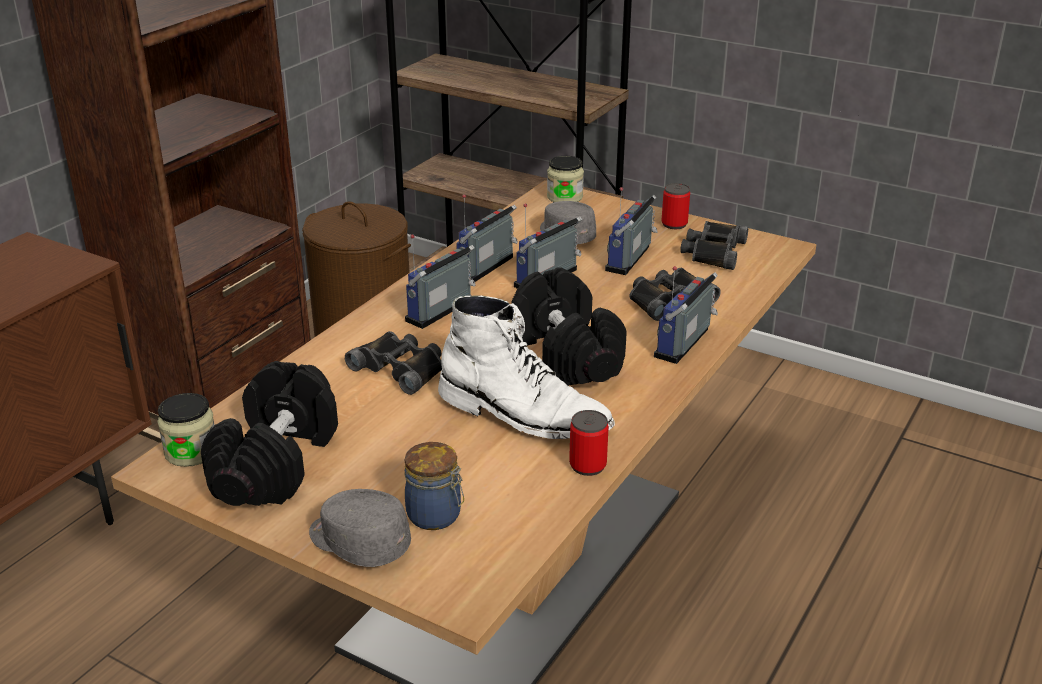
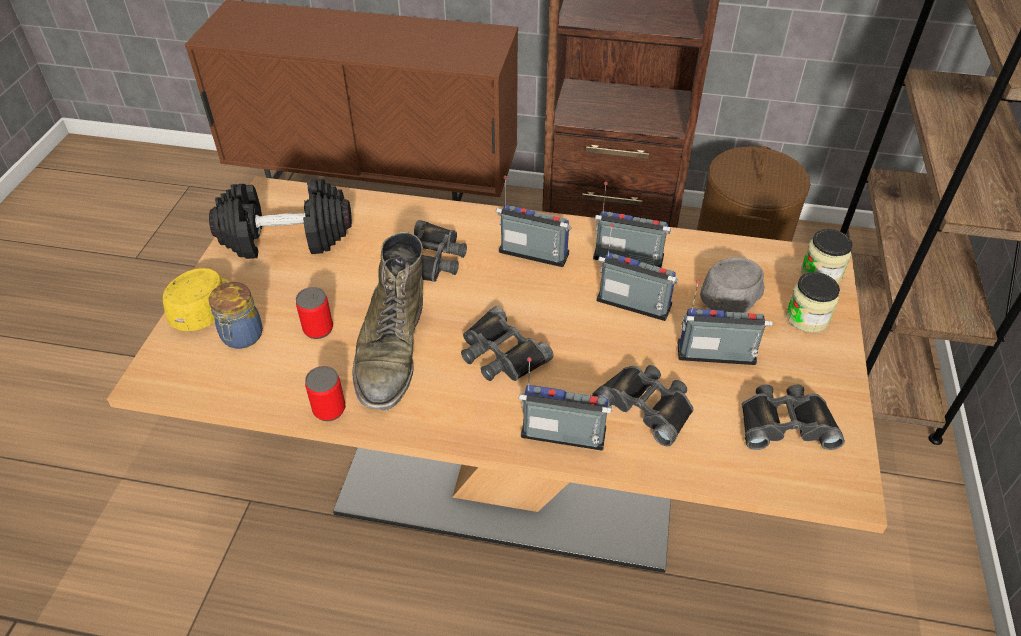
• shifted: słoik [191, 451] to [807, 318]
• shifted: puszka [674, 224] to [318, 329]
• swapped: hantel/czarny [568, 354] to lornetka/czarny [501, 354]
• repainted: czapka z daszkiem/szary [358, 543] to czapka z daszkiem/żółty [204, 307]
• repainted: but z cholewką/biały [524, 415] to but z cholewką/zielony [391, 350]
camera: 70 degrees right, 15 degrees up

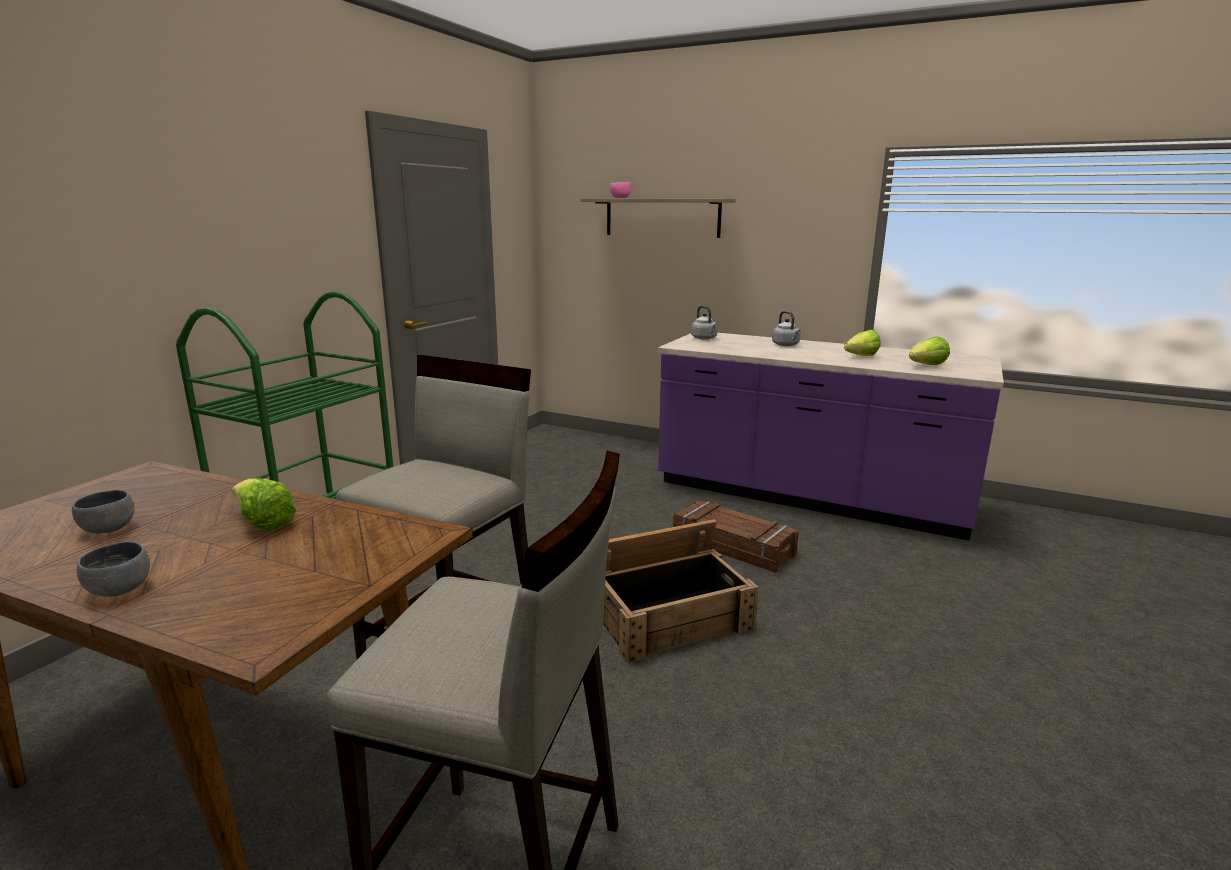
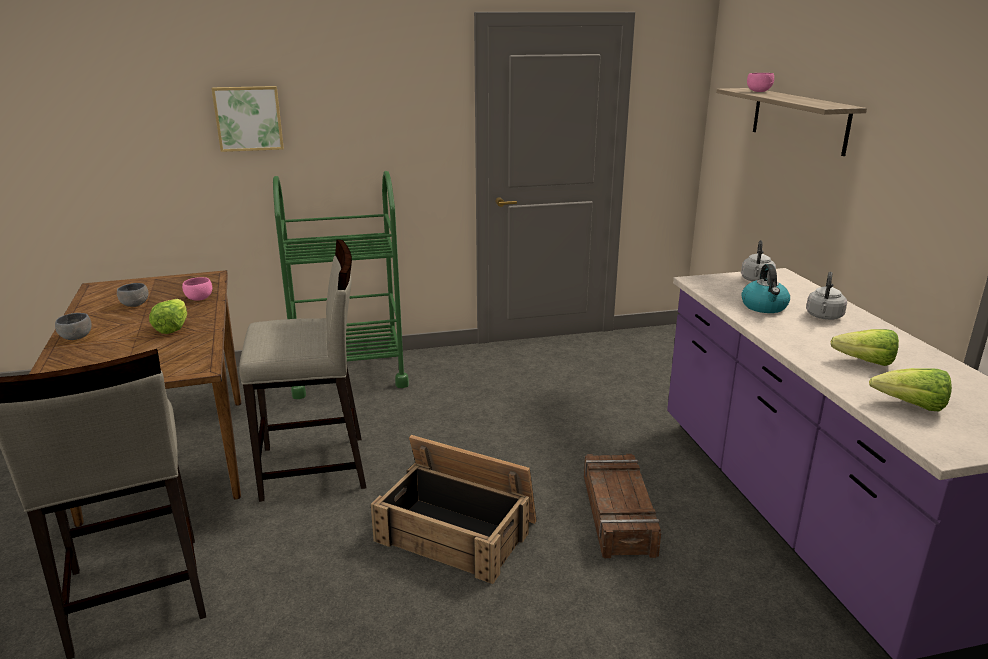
• new: miska/różowy [198, 299]
• new: obraz [248, 118]
• new: czajnik [764, 307]
camera: 50 degrees right, 5 degrees up

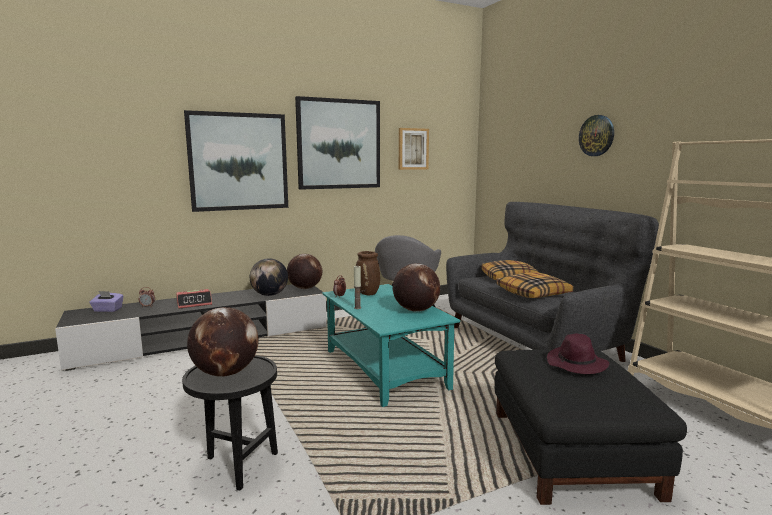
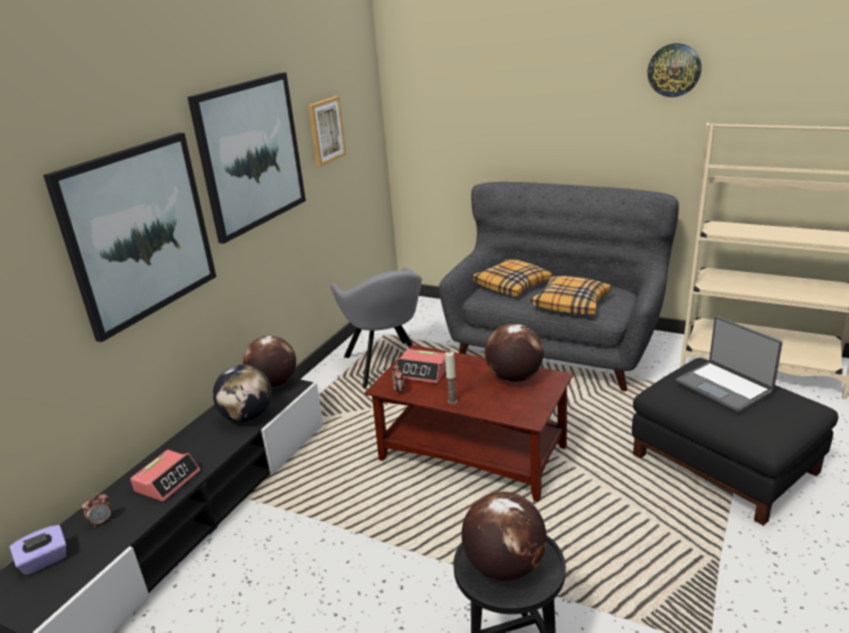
• shifted: zegar ścienny [596, 135] to [674, 70]
• swapped: wazon/brązowy [368, 294] to budzik [422, 372]
• swapped: kapelusz/fioletowy [577, 364] to laptop [724, 387]
• repainted: ława/turkusowy [385, 370] to ława/brązowy [474, 453]
camera: 35 degrees left, 15 degrees up

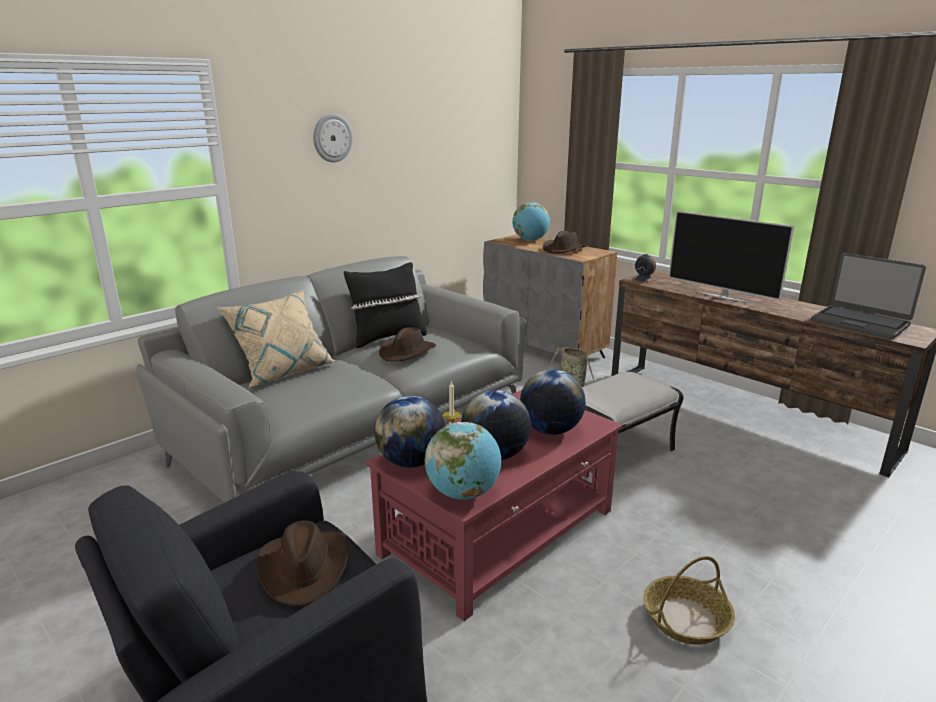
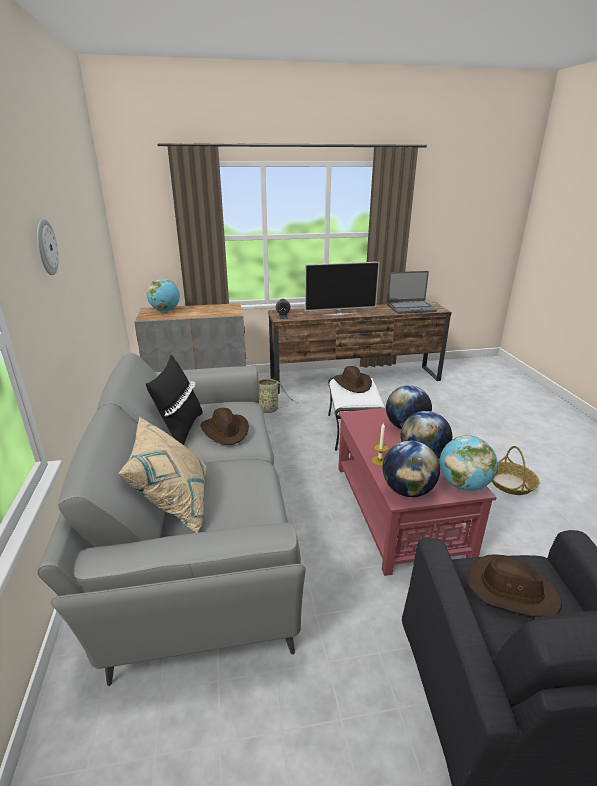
• shifted: kapelusz/brązowy [564, 249] to [353, 384]
camera: 55 degrees left, 5 degrees up

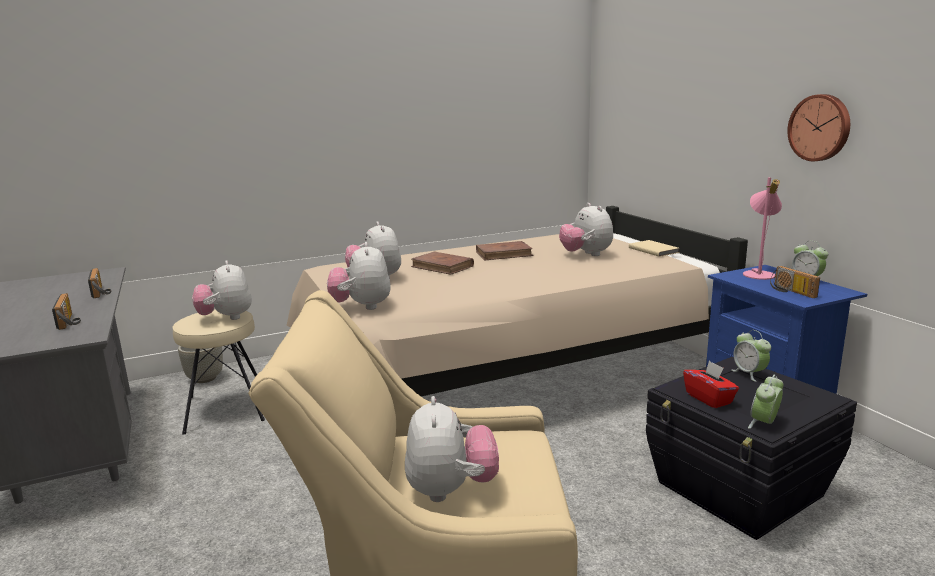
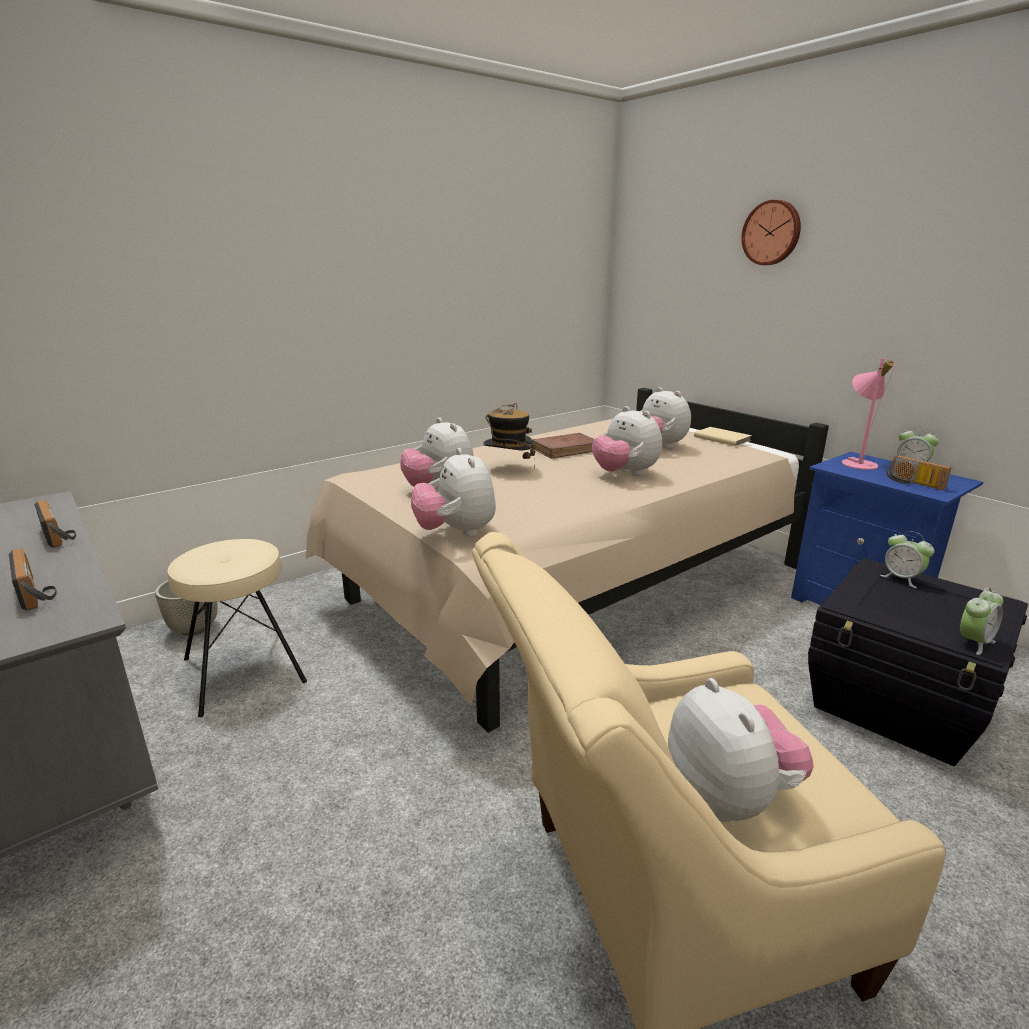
• gone: pudełko chusteczek/czerwony [709, 398]
• shifted: pluszak [226, 317] to [625, 474]
• shifted: zegar ścienny [820, 127] to [772, 233]
• swapped: książka/brązowy [442, 266] to kapelusz [509, 469]
• rotated: budzik [764, 423] = [974, 642] 150 degrees counterclockwise
camera: 15 degrees left, 5 degrees up

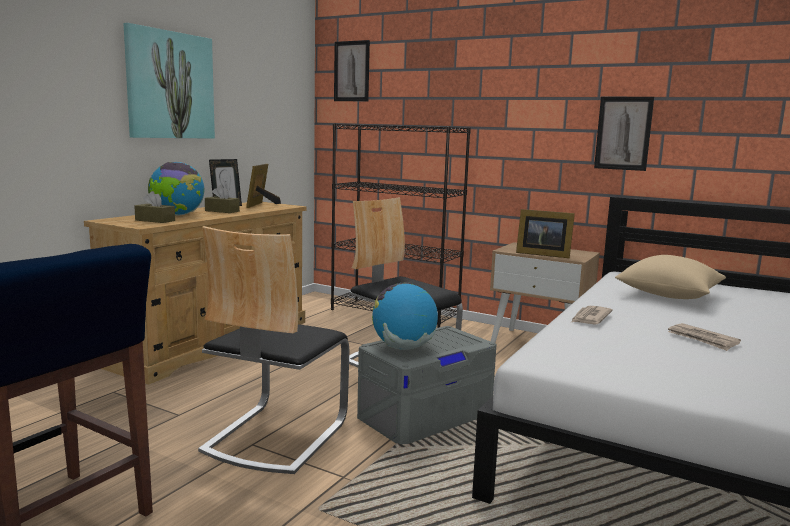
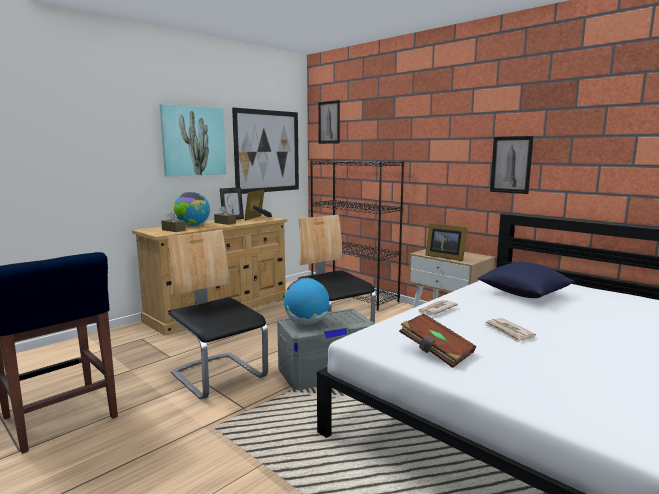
• new: obraz [267, 151]
• new: książka/brązowy [436, 352]
• repainted: poduszka/beżowy [668, 295] to poduszka/niebieski [523, 294]
• rotated: krzesło [275, 435] = [219, 375] 105 degrees clockwise
camera: 15 degrees right, 0 degrees up

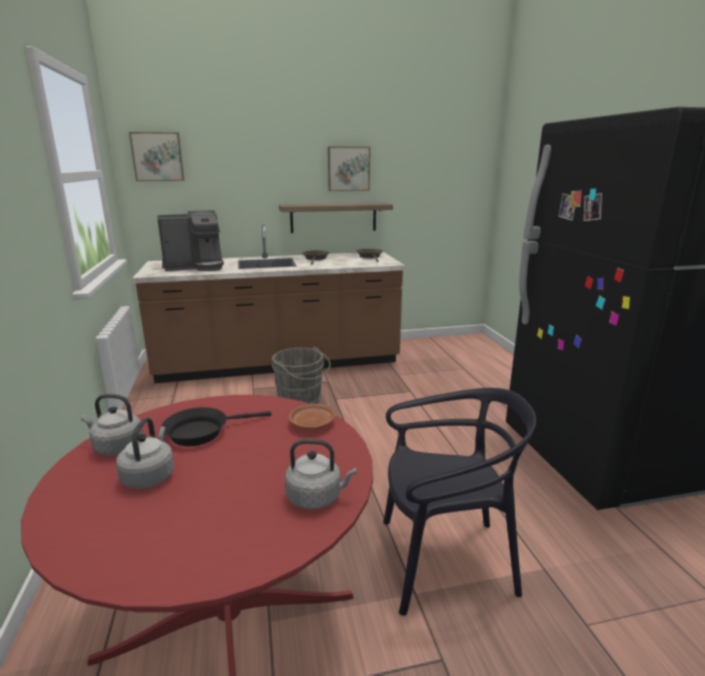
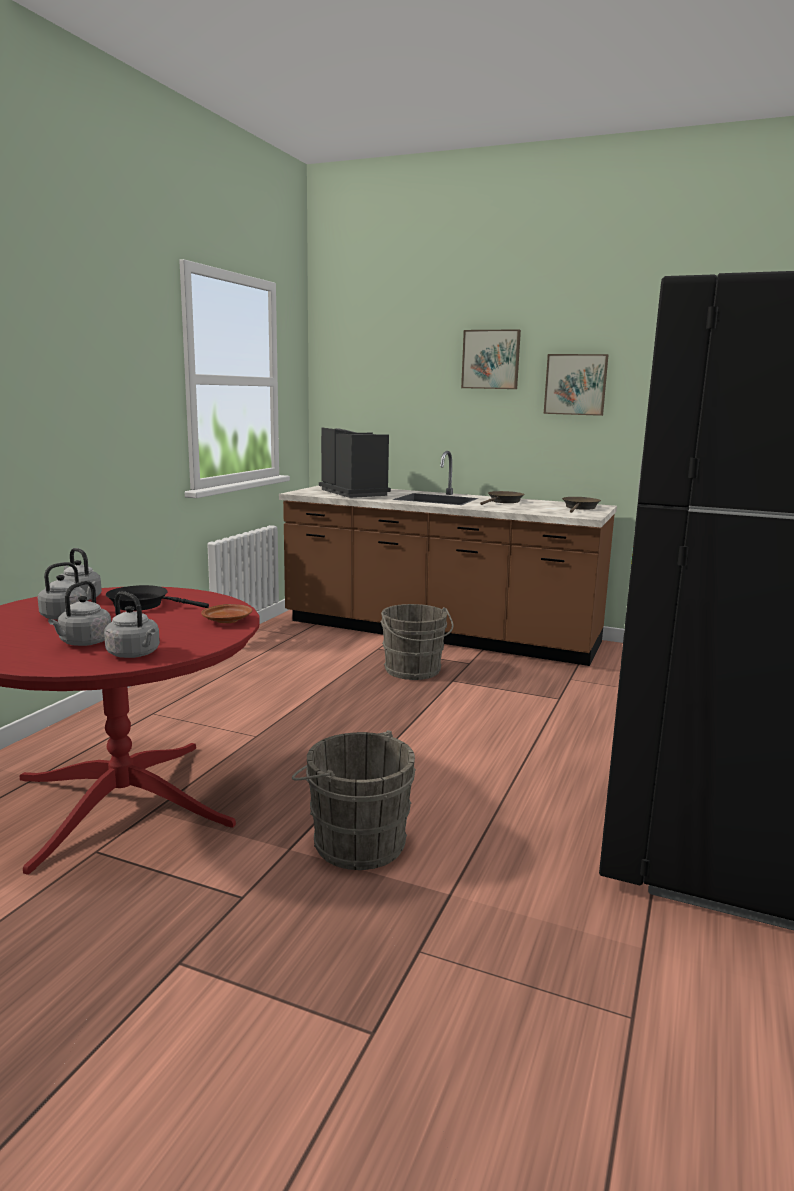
• gone: półka [333, 217]
• new: czajnik/szary [83, 643]
• shifted: obraz [157, 157] to [491, 359]
• swapped: krzesło/czarny [445, 560] to wiadro/szary [354, 841]
• rotated: ekspres do kawy [195, 267] = [355, 493] 135 degrees counterclockwise
camera: 35 degrees right, 5 degrees down

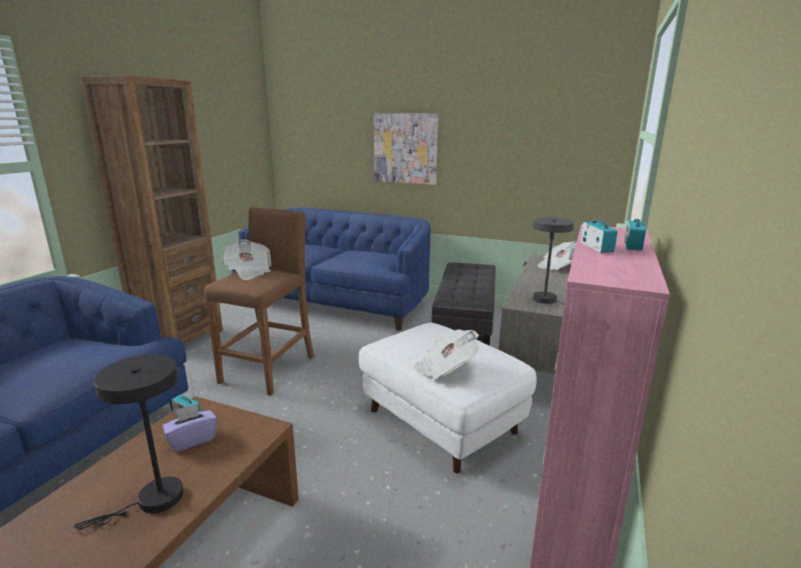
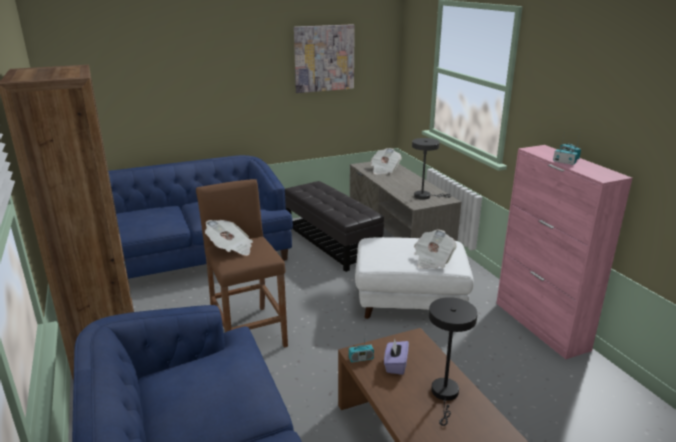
• shifted: obraz [405, 148] to [324, 58]
camera: 45 degrees left, 5 degrees up

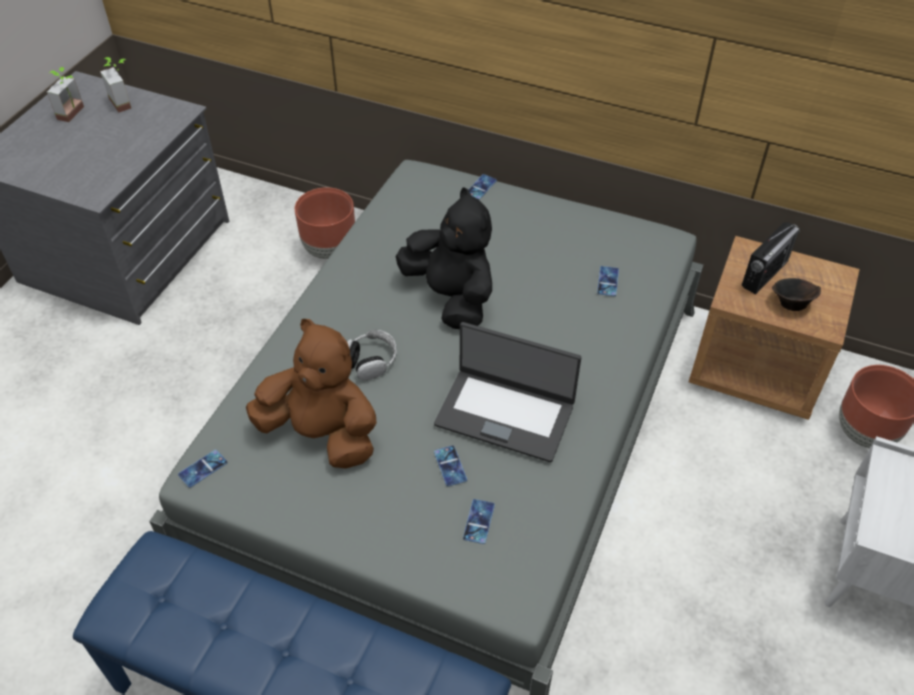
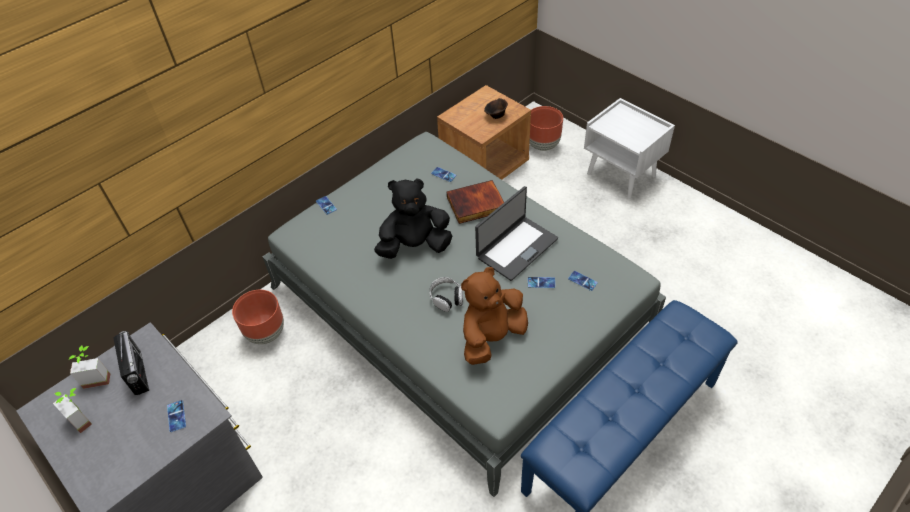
• new: książka [476, 205]
• shifted: telefon [203, 468] to [176, 416]
• shifted: radio [764, 274] to [138, 373]
camera: 65 degrees left, 0 degrees up

